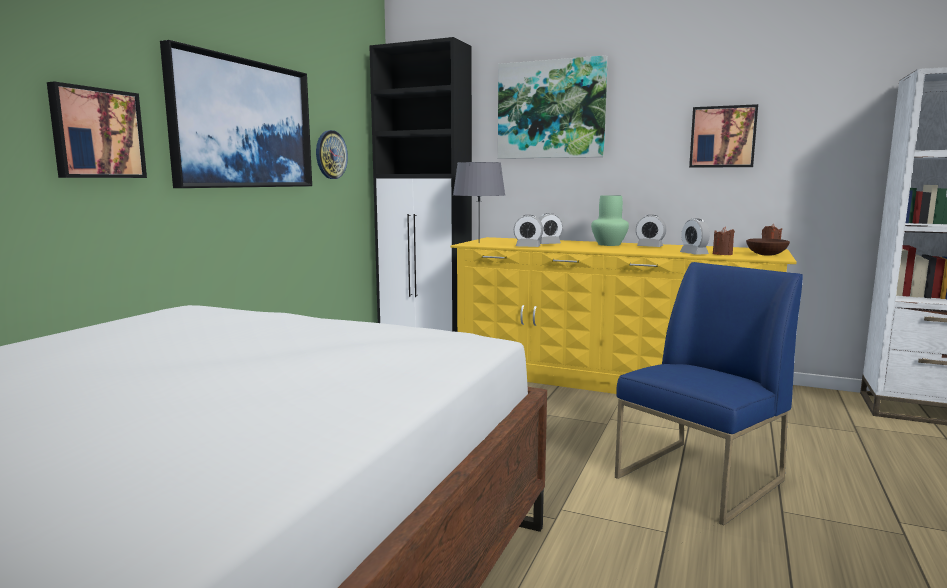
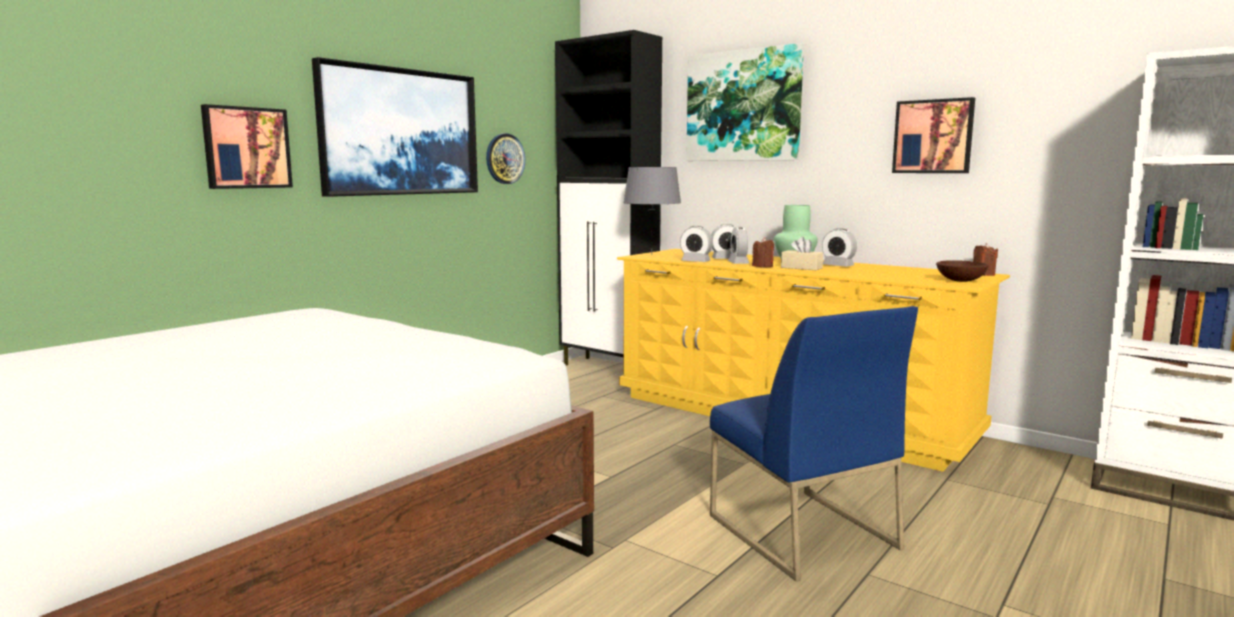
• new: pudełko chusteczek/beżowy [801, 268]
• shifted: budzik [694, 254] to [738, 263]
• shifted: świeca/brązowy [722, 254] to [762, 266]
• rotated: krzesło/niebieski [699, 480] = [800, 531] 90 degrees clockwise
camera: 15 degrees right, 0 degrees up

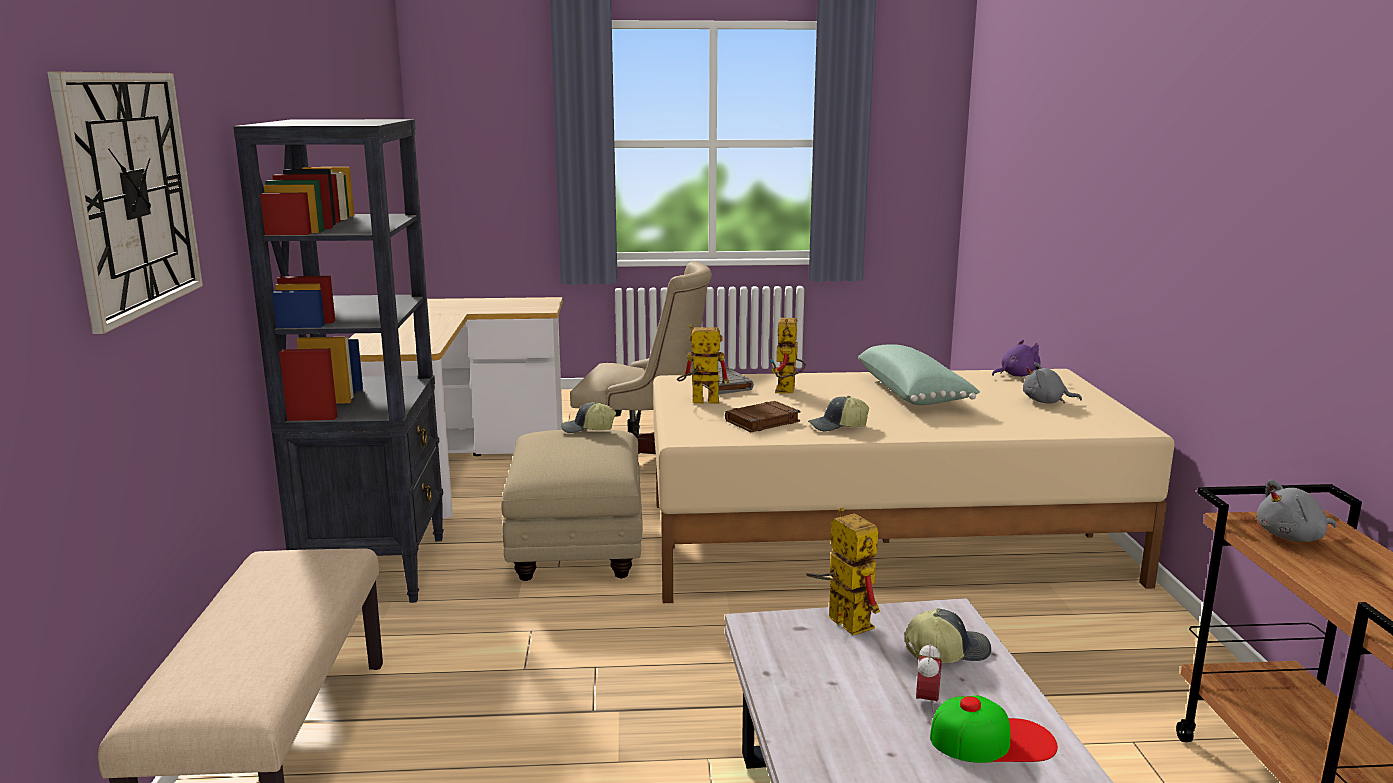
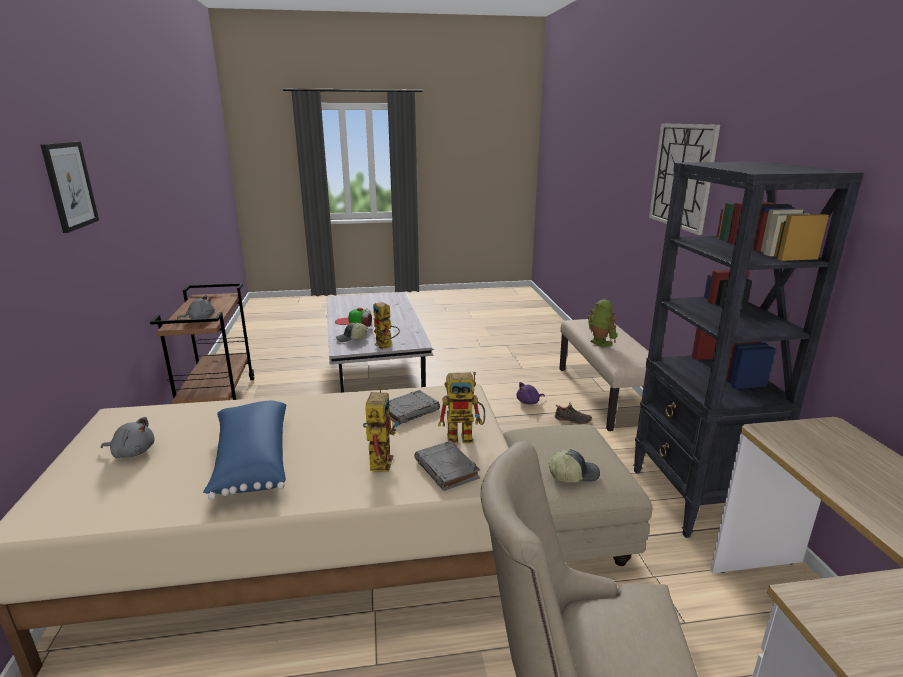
• gone: czapka z daszkiem [837, 427]
• new: obraz [70, 185]
• new: but/czarny [572, 420]
• new: robot zabawkowy [599, 343]
• shifted: pluszak/fioletowy [1016, 375] to [529, 402]
• repainted: książka/brązowy [762, 421] to książka/szary [410, 411]
• repainted: poduszka/zielony [913, 394] to poduszka/niebieski [251, 461]
camera: 175 degrees right, 5 degrees up

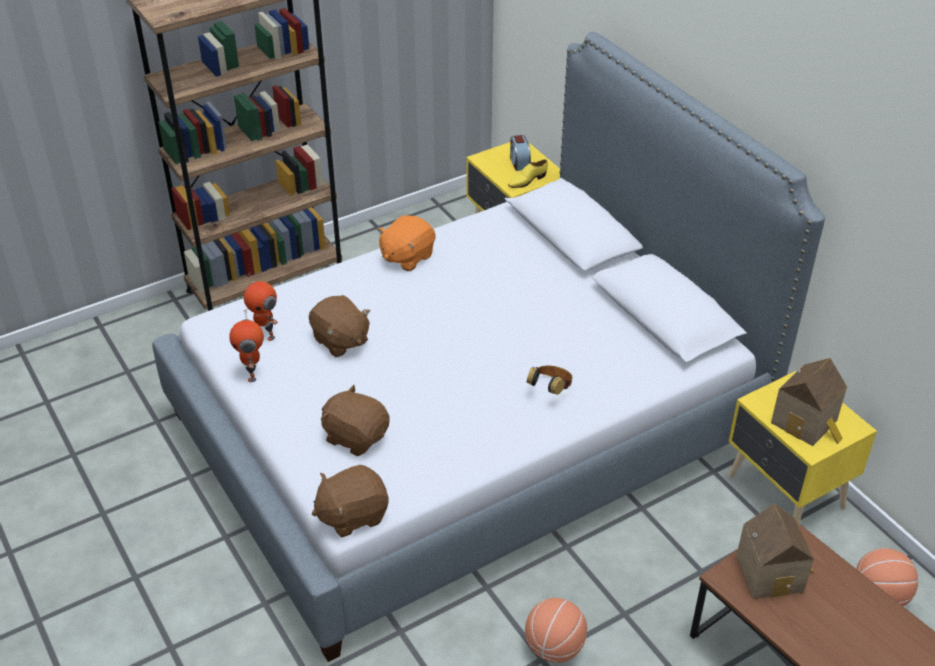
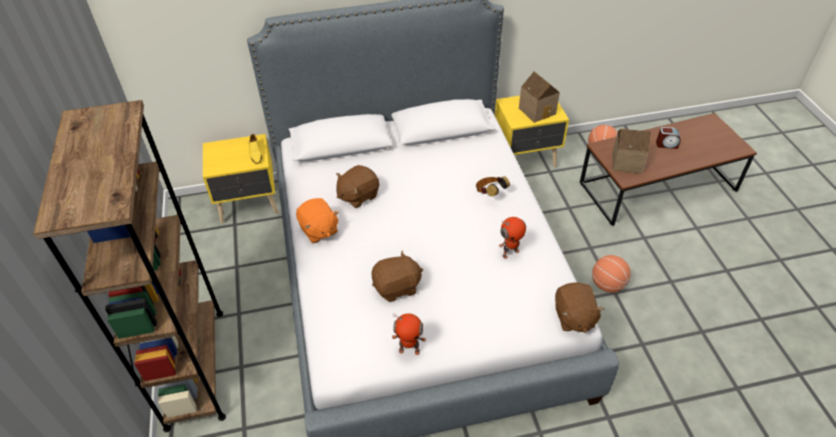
• shifted: robot zabawkowy [266, 333] to [510, 252]
• shifted: pluszak/brązowy [356, 436] to [358, 195]
• shifted: budzik [519, 162] to [666, 144]
camera: 70 degrees left, 5 degrees up

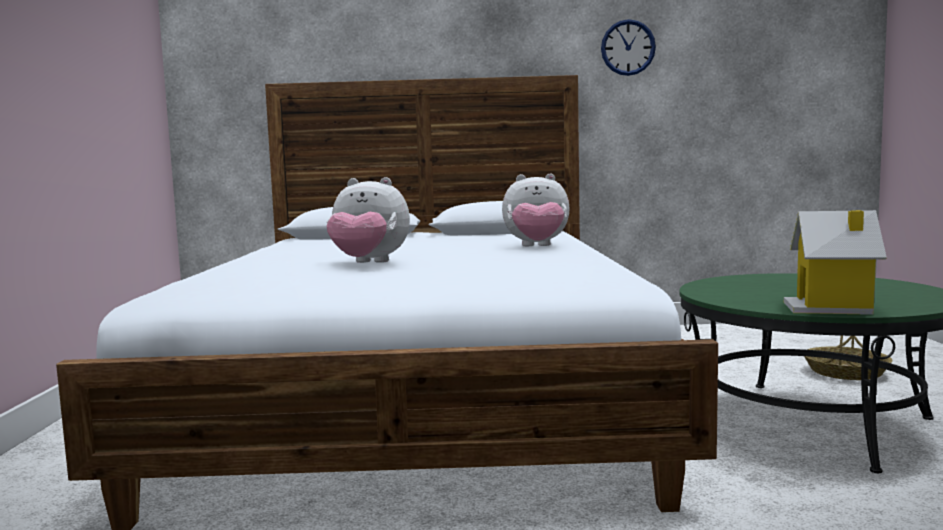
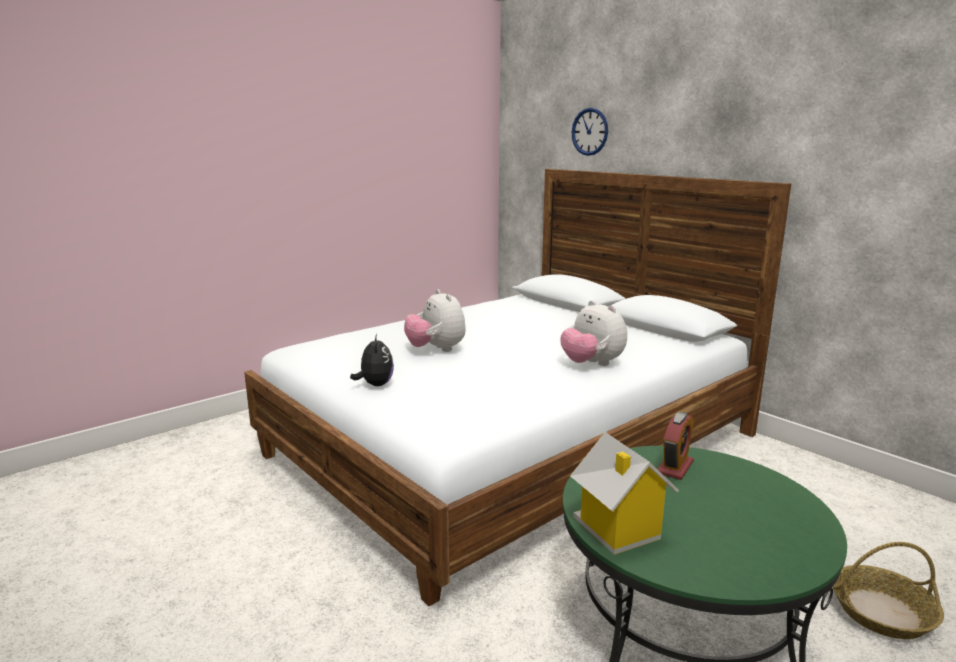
• new: pluszak [375, 385]
• new: budzik [675, 467]
• shifted: zegar ścienny [628, 47] to [590, 131]
camera: 50 degrees right, 10 degrees up

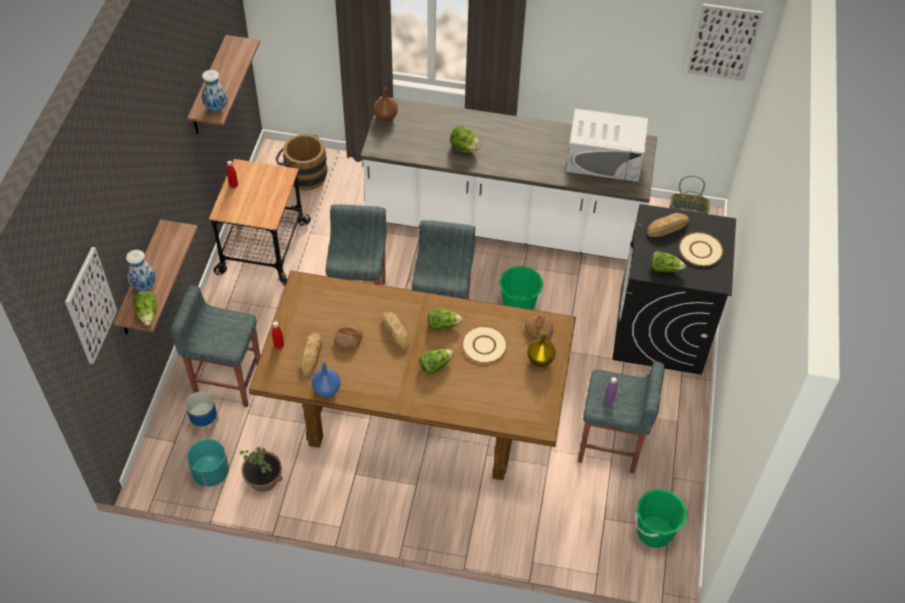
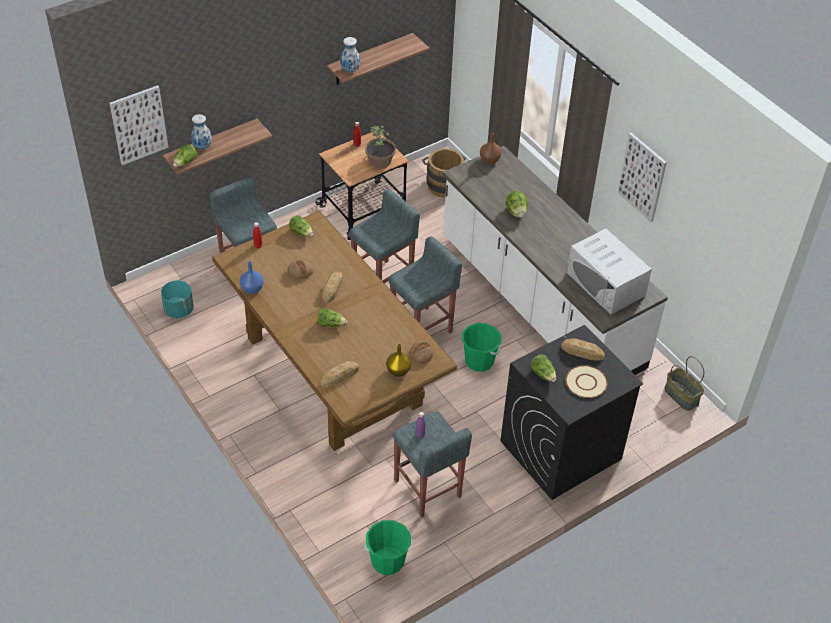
• gone: donica [205, 423]
• gone: talerz/beżowy [484, 345]
• shifted: roślina doniczkowa [264, 479] to [380, 161]
• shifted: chleb [311, 356] to [339, 376]
• shifted: sałata [443, 324] to [301, 232]
• shifted: obraz [723, 41] to [642, 177]
camera: 45 degrees right, 5 degrees down

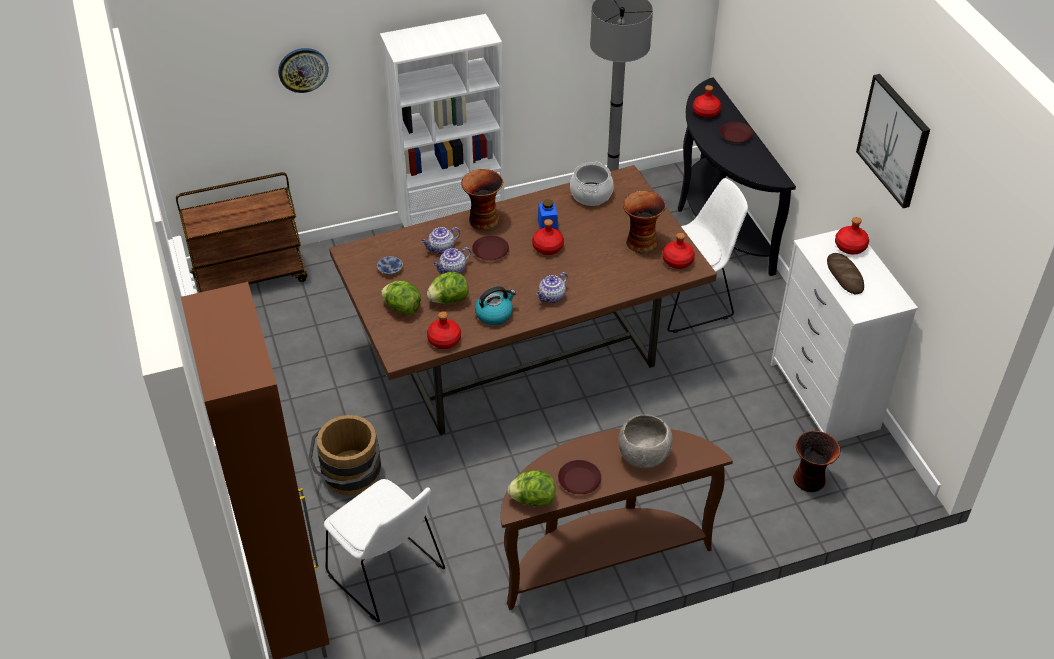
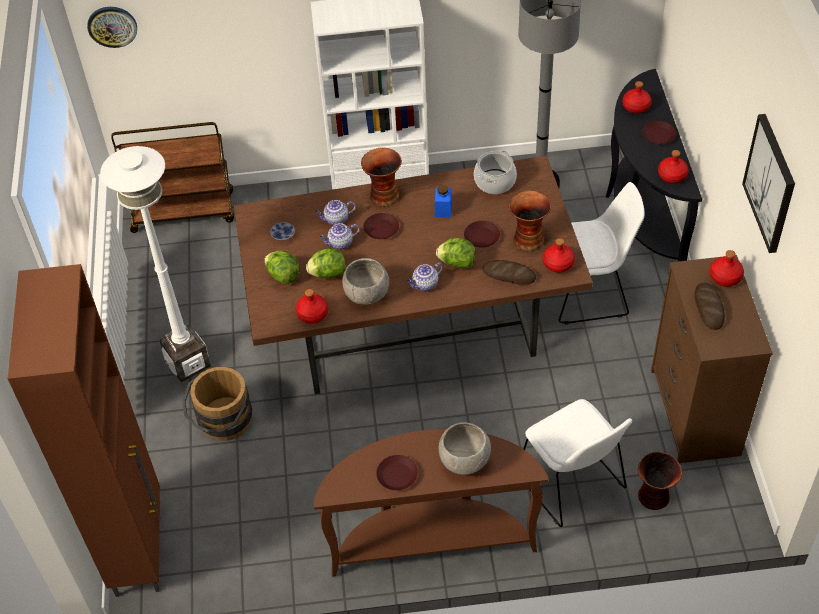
• new: lampa stojąca/biały [188, 363]
• new: talerz/brązowy [481, 237]
• new: chleb [508, 274]
• shifted: zegar ścienny [303, 69] to [112, 26]
• shifted: krzesło/biały [388, 574] to [573, 484]
• shifted: sałata [532, 499] to [457, 263]
• shifted: butelka/czerwony [547, 247] to [671, 175]
• swapped: czajnik [494, 314] to miska/szary [366, 294]
• repainted: komoda/biały [823, 396] to komoda/brązowy [693, 412]
camera: 15 degrees right, 5 degrees up

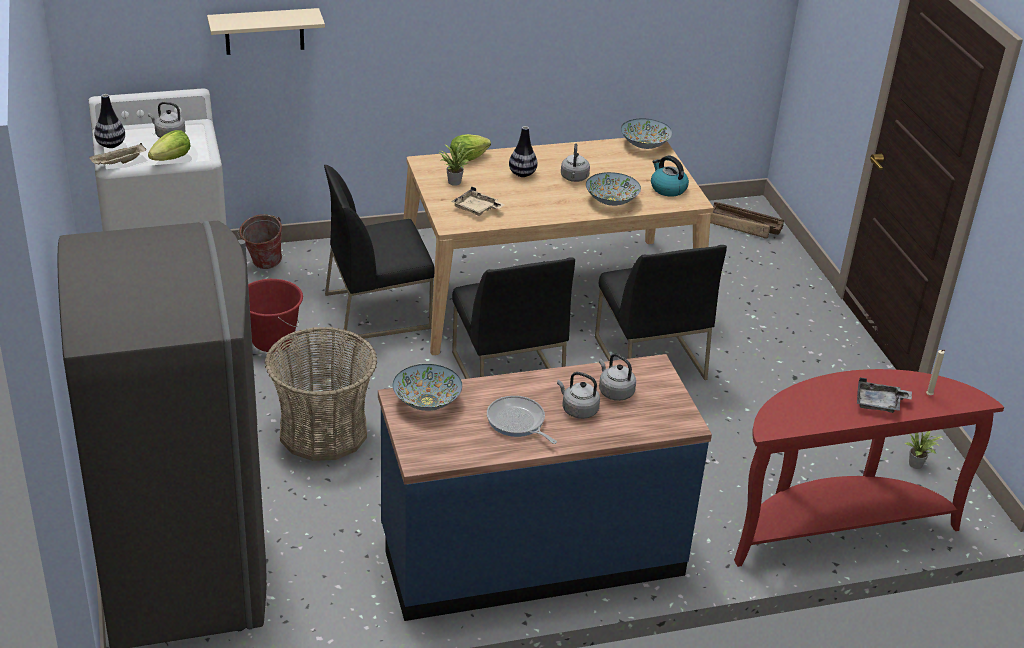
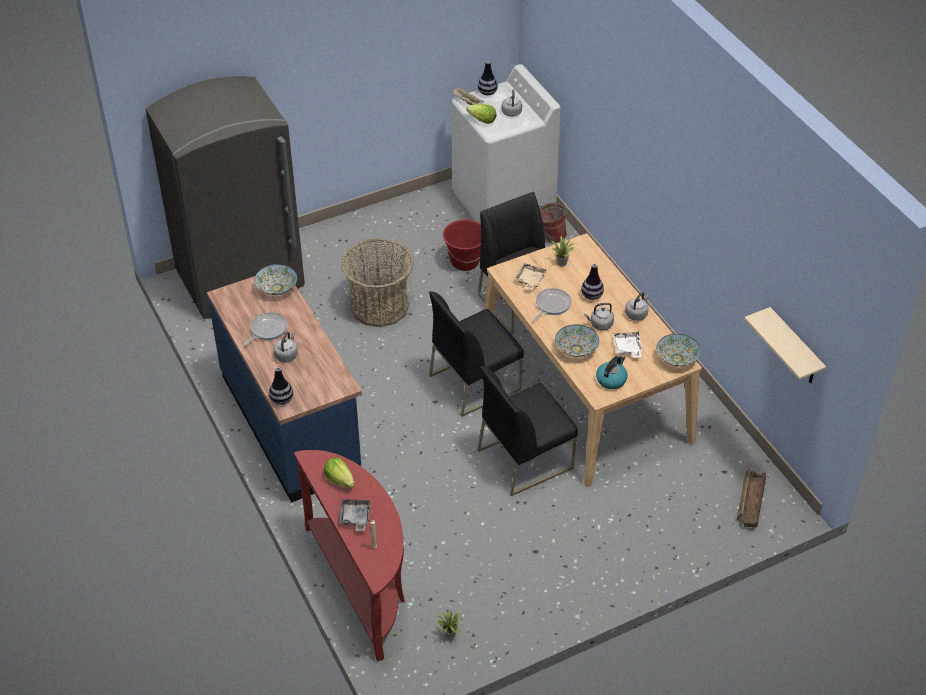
• new: wazon [281, 400]
• new: patelnia [551, 305]
• new: taca/biały [627, 348]
• shifted: półka/beżowy [264, 31] to [794, 348]
• shifted: sałata [467, 158] to [339, 480]
• shifted: czajnik/szary [614, 392] to [637, 314]
camera: 80 degrees right, 10 degrees up

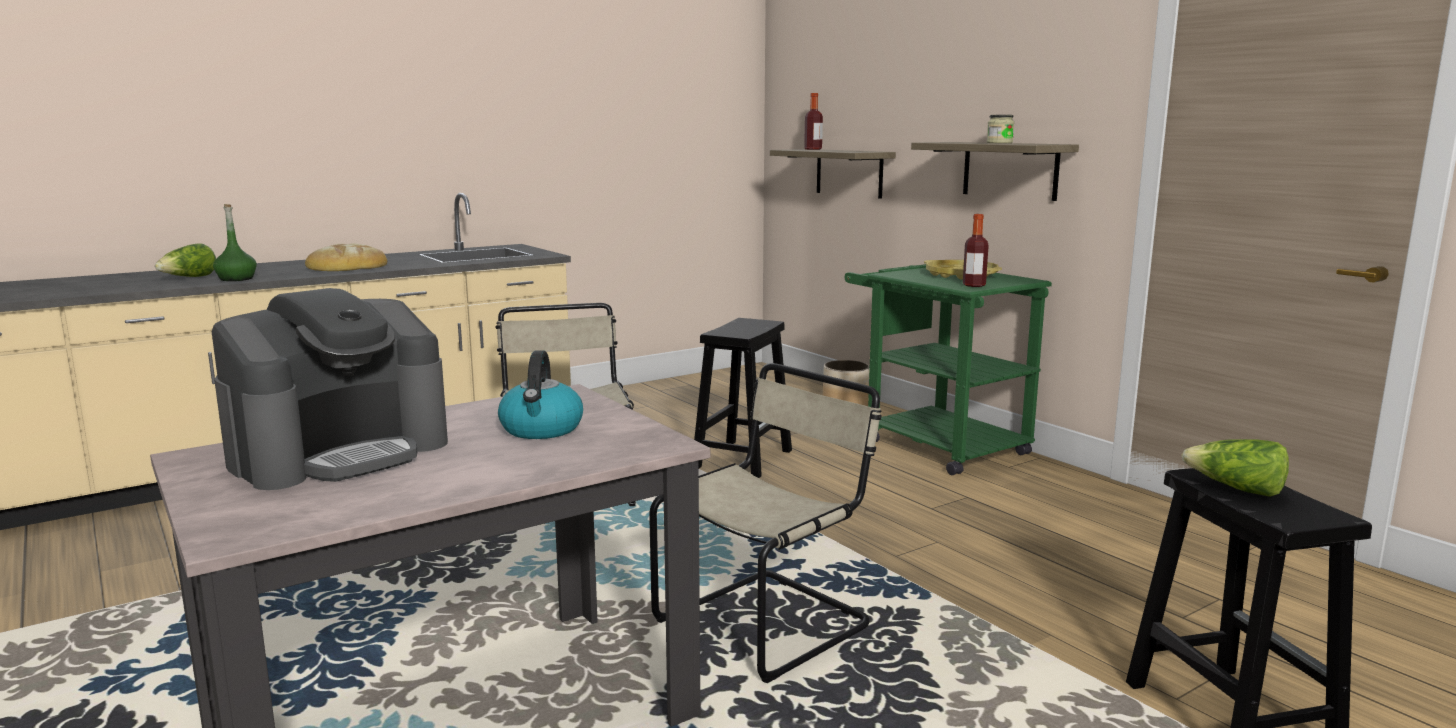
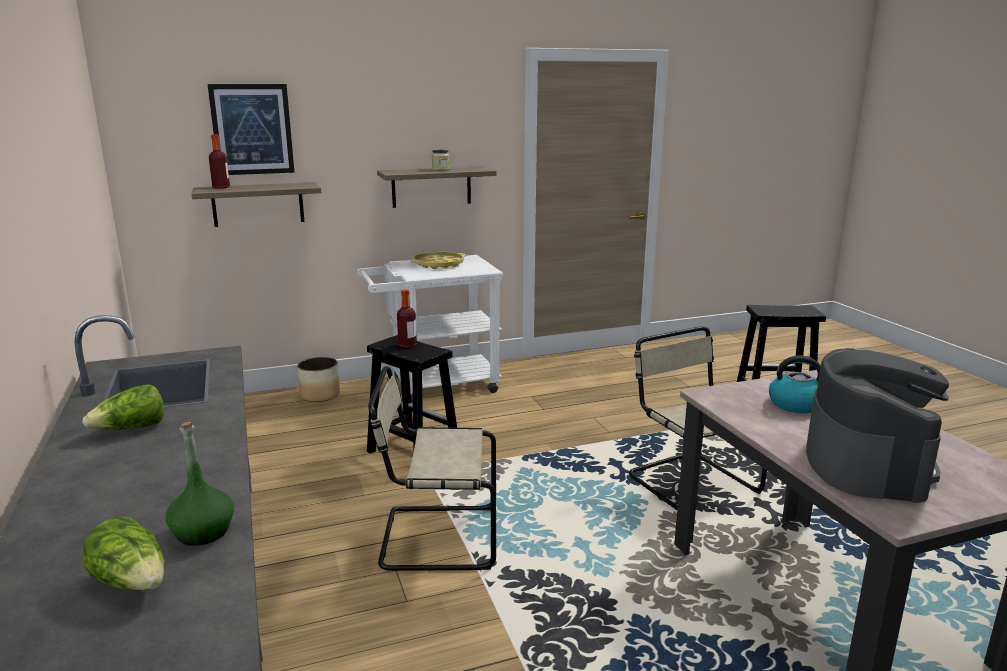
• gone: chleb [346, 266]
• new: obraz [252, 129]
• shifted: butelka [974, 285] to [407, 345]
• shifted: sałata [1236, 489] to [131, 429]
• repainted: wózek/zielony [934, 444] to wózek/biały [435, 385]
• rotated: ekspres do kawy [340, 452] = [866, 463] 45 degrees clockwise
camera: 75 degrees left, 5 degrees up

